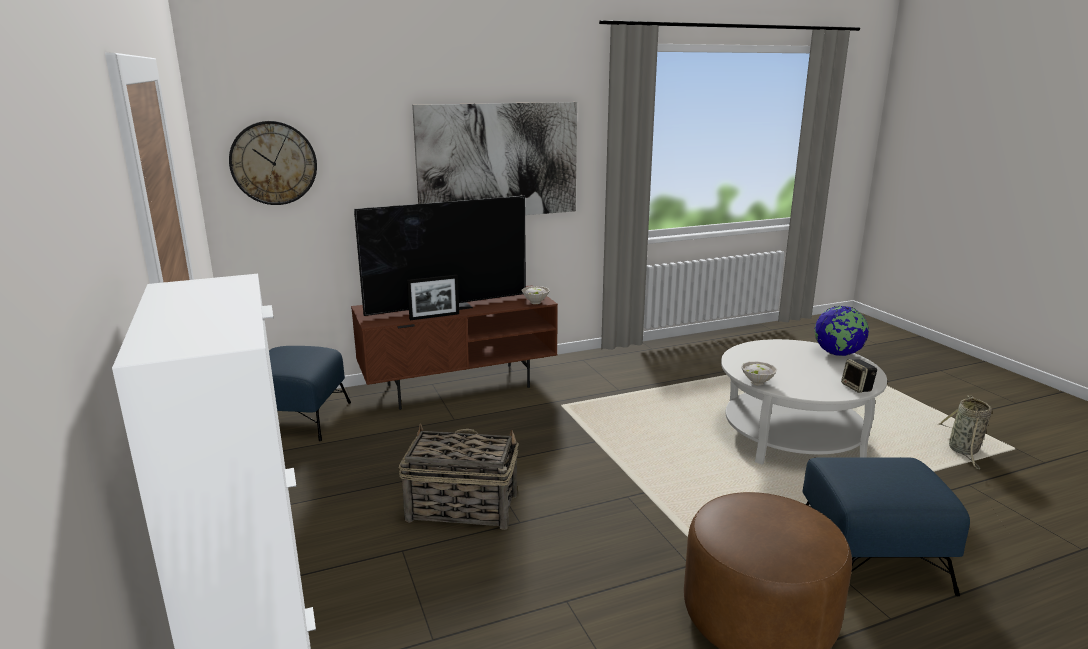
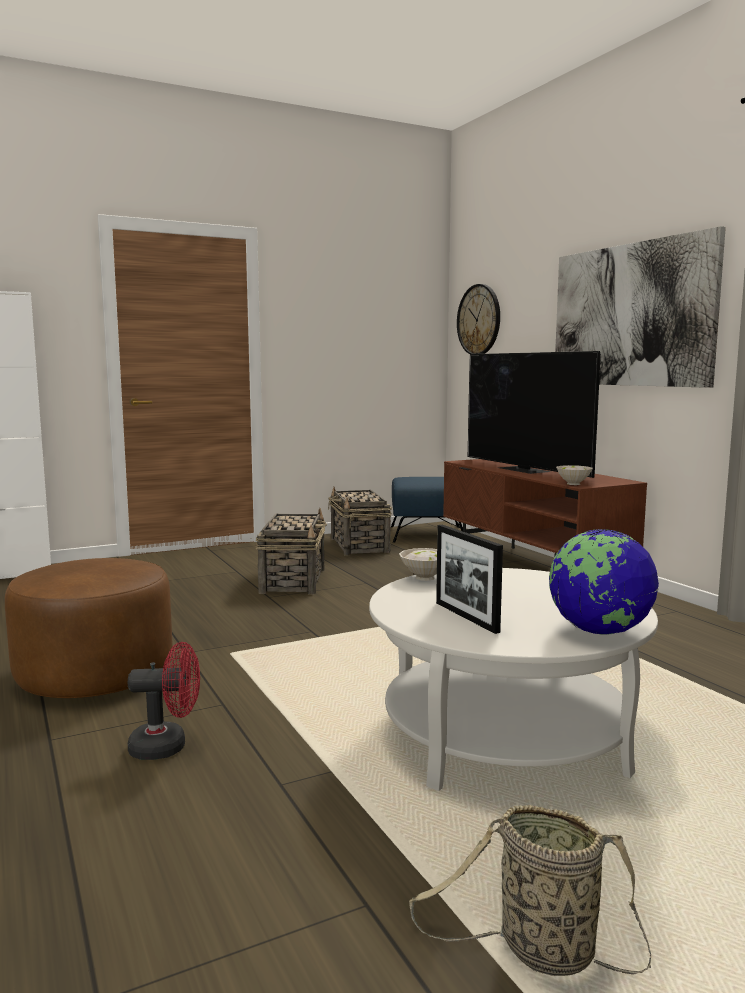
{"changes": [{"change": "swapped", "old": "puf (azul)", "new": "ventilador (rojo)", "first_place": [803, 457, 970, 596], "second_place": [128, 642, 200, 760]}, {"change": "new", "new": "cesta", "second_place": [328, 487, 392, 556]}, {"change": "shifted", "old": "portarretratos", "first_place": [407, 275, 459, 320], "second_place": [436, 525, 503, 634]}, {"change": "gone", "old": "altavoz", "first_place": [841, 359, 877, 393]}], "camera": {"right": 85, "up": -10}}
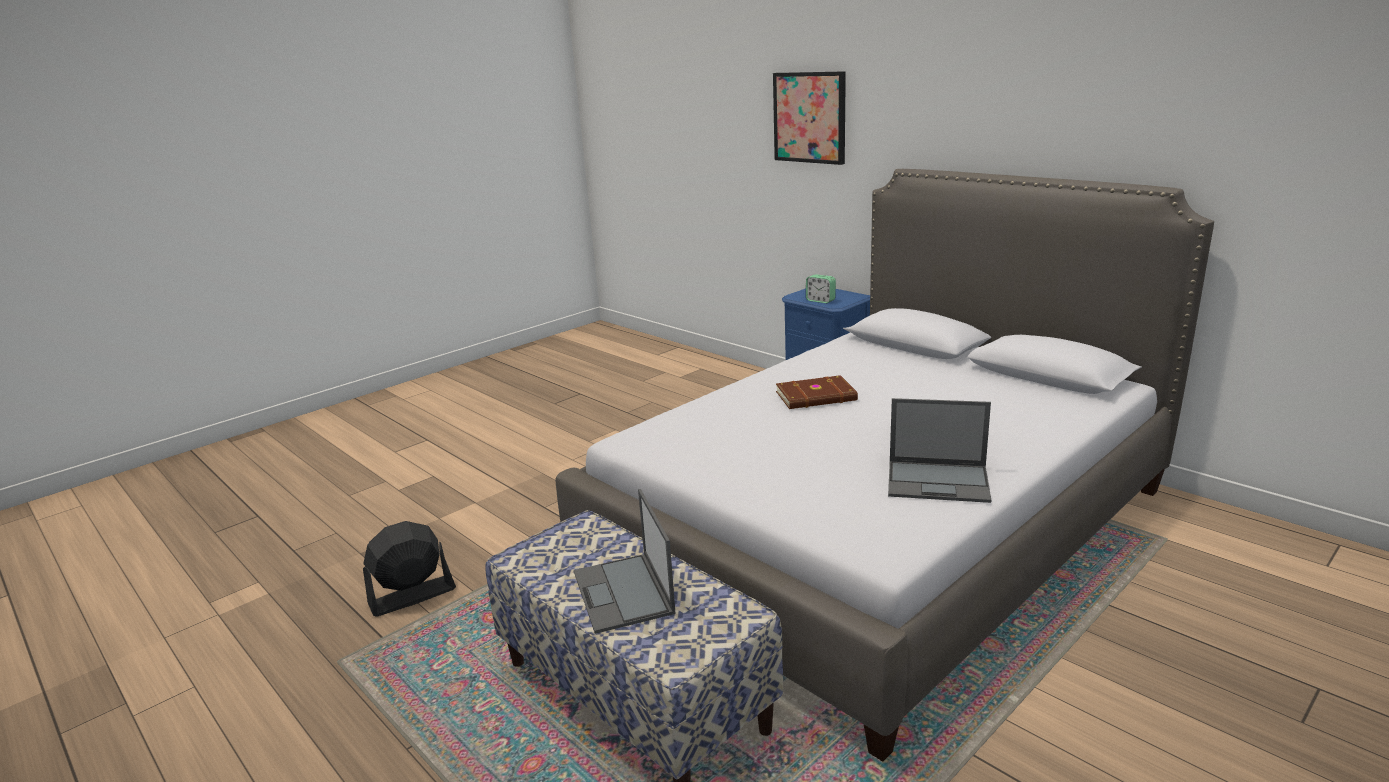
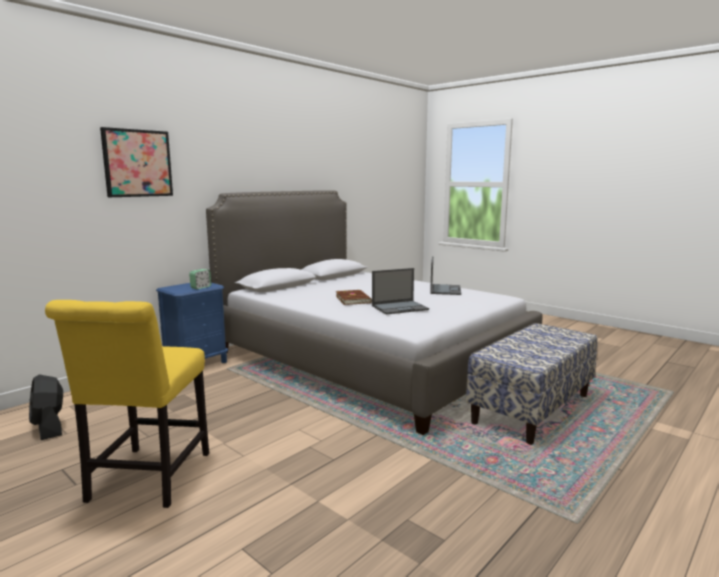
{"changes": [{"change": "shifted", "old": "ventilador (negro)", "first_place": [363, 521, 456, 616], "second_place": [29, 374, 63, 440]}, {"change": "new", "new": "silla (amarillo)", "second_place": [45, 300, 209, 508]}, {"change": "shifted", "old": "portátil", "first_place": [574, 489, 675, 634], "second_place": [372, 268, 429, 315]}], "camera": {"right": -95, "up": -10}}
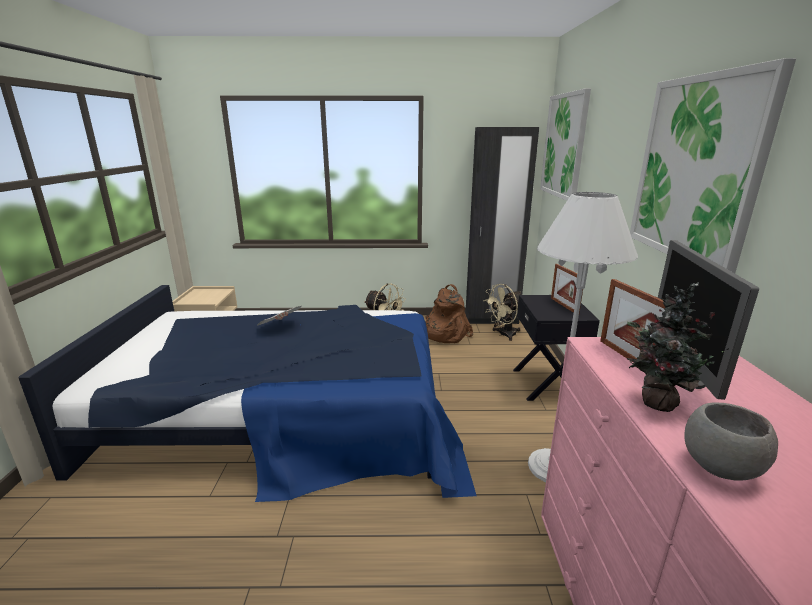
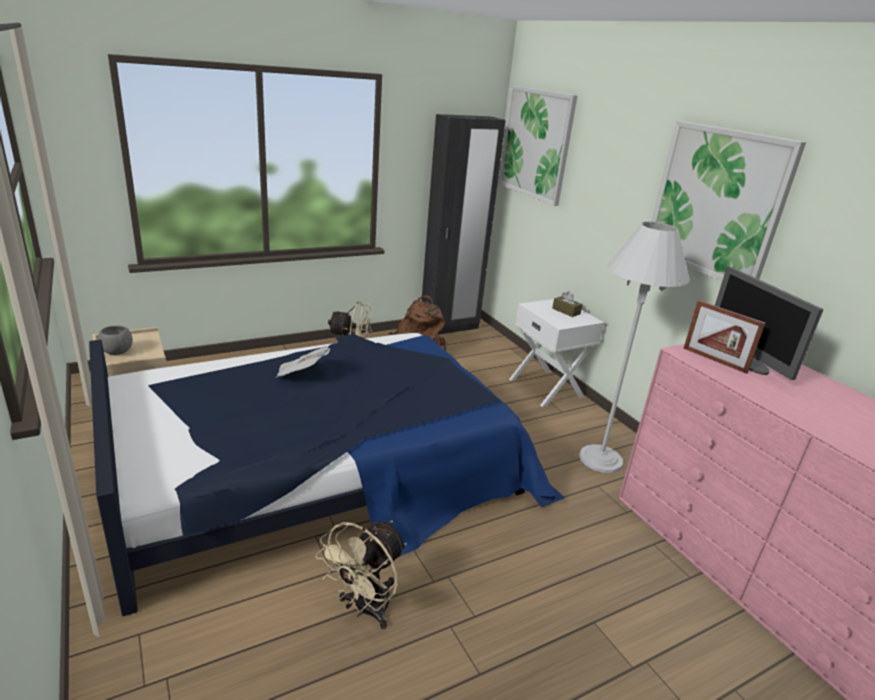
{"changes": [{"change": "shifted", "old": "cuenco (gris)", "first_place": [684, 402, 778, 481], "second_place": [98, 325, 133, 355]}, {"change": "shifted", "old": "ventilador (beis)", "first_place": [483, 284, 522, 341], "second_place": [315, 521, 407, 629]}, {"change": "repainted", "old": "mesita de noche (negro)", "new": "mesita de noche (blanco)", "first_place": [513, 295, 600, 401], "second_place": [509, 299, 604, 407]}, {"change": "swapped", "old": "portarretratos", "new": "caja de pañuelos (marrón)", "first_place": [551, 264, 583, 313], "second_place": [552, 291, 583, 317]}, {"change": "gone", "old": "planta en maceta", "first_place": [627, 282, 729, 412]}], "camera": {"right": -30, "up": 5}}
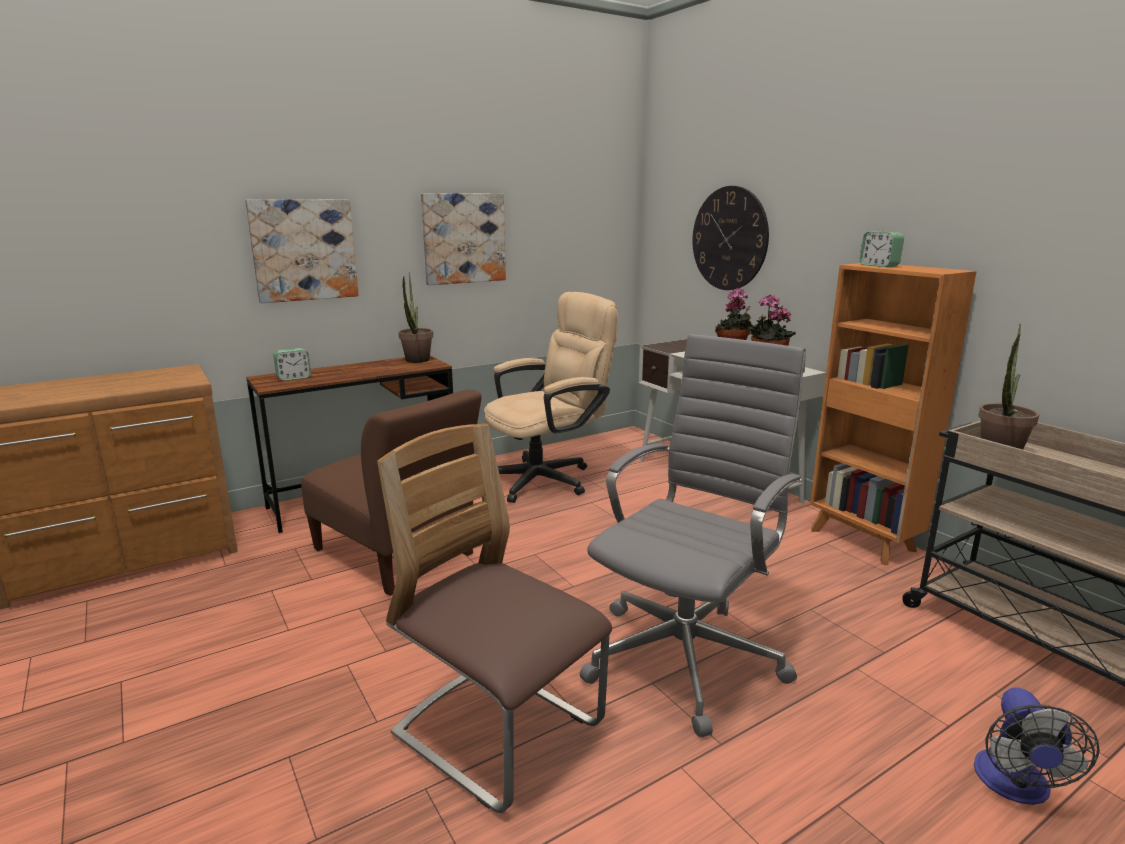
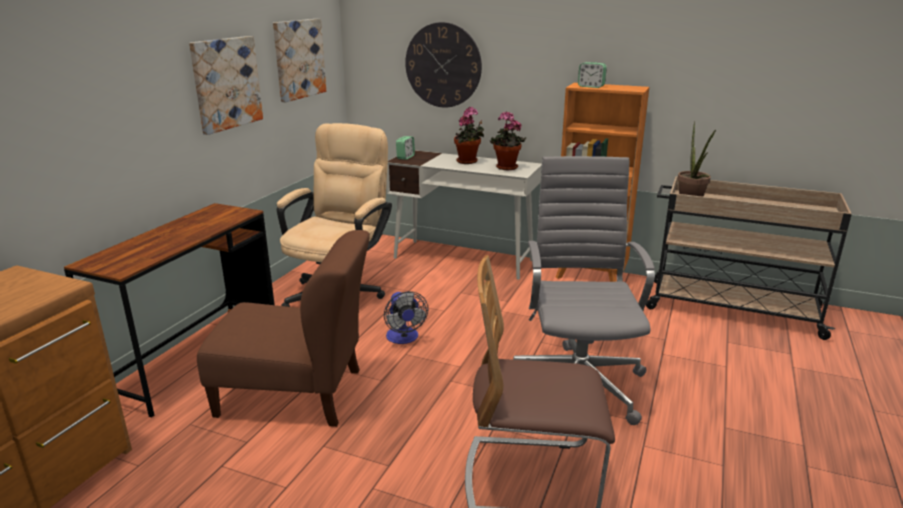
{"changes": [{"change": "shifted", "old": "cuadro", "first_place": [245, 199, 359, 303], "second_place": [273, 19, 326, 102]}, {"change": "shifted", "old": "ventilador", "first_place": [974, 687, 1100, 805], "second_place": [384, 291, 429, 344]}, {"change": "shifted", "old": "despertador", "first_place": [273, 348, 311, 381], "second_place": [396, 136, 415, 160]}, {"change": "gone", "old": "planta en maceta", "first_place": [399, 272, 433, 363]}], "camera": {"right": -35, "up": 5}}
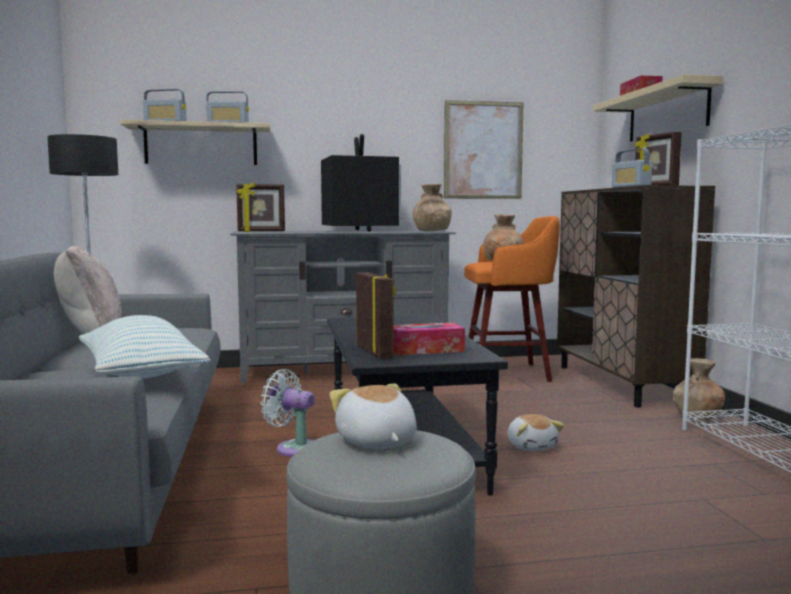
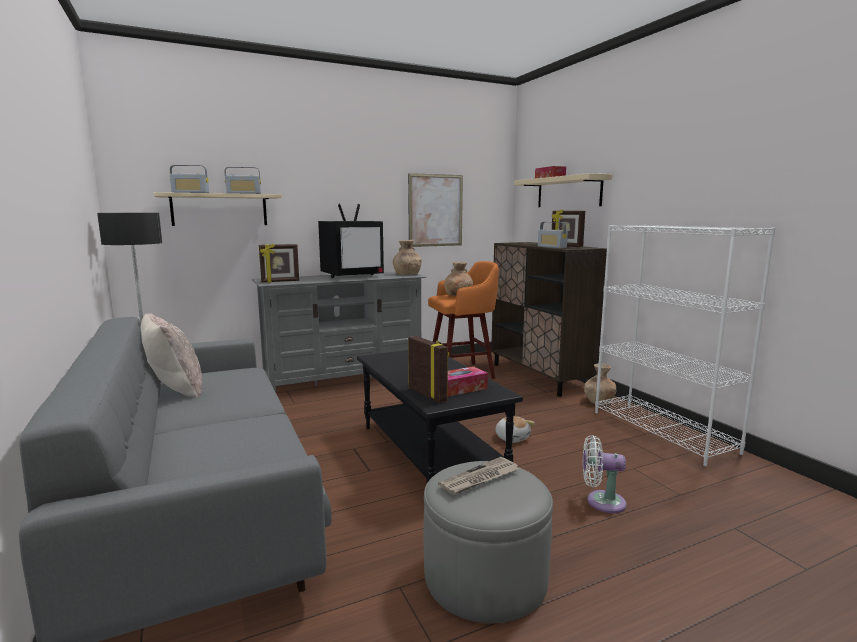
{"changes": [{"change": "rotated", "old": "televisor", "first_place": [321, 134, 401, 232], "second_place": [318, 204, 384, 278], "degrees": 90}, {"change": "swapped", "old": "peluche", "new": "periódico", "first_place": [329, 384, 417, 449], "second_place": [438, 457, 519, 496]}, {"change": "shifted", "old": "ventilador (blanco)", "first_place": [260, 369, 315, 457], "second_place": [583, 435, 627, 513]}, {"change": "gone", "old": "cojín", "first_place": [79, 315, 210, 379]}], "camera": {"right": -15, "up": 5}}
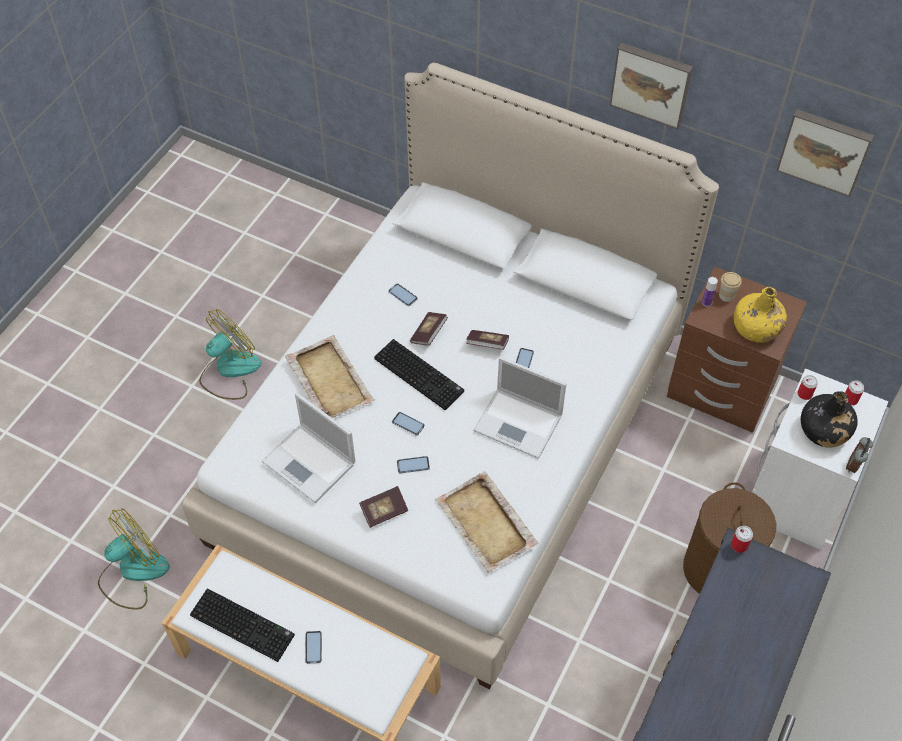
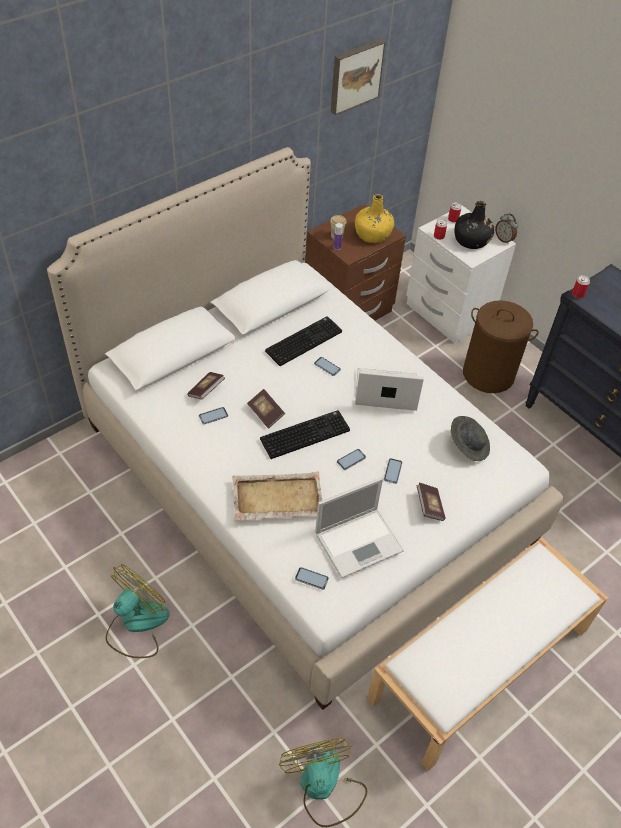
{"changes": [{"change": "rotated", "old": "ventilador", "first_place": [199, 309, 261, 400], "second_place": [106, 564, 170, 658], "degrees": 60}, {"change": "shifted", "old": "libro", "first_place": [466, 330, 509, 350], "second_place": [187, 372, 225, 399]}, {"change": "shifted", "old": "teclado", "first_place": [190, 588, 295, 662], "second_place": [265, 316, 342, 366]}, {"change": "shifted", "old": "móvil", "first_place": [305, 631, 322, 664], "second_place": [295, 567, 329, 590]}, {"change": "rotated", "old": "portátil", "first_place": [473, 357, 567, 459], "second_place": [355, 368, 424, 411], "degrees": -135}, {"change": "swapped", "old": "bandeja (beis)", "new": "sombrero (gris)", "first_place": [435, 471, 538, 573], "second_place": [451, 416, 490, 461]}, {"change": "gone", "old": "cuadro", "first_place": [610, 42, 693, 129]}], "camera": {"right": -70, "up": -5}}
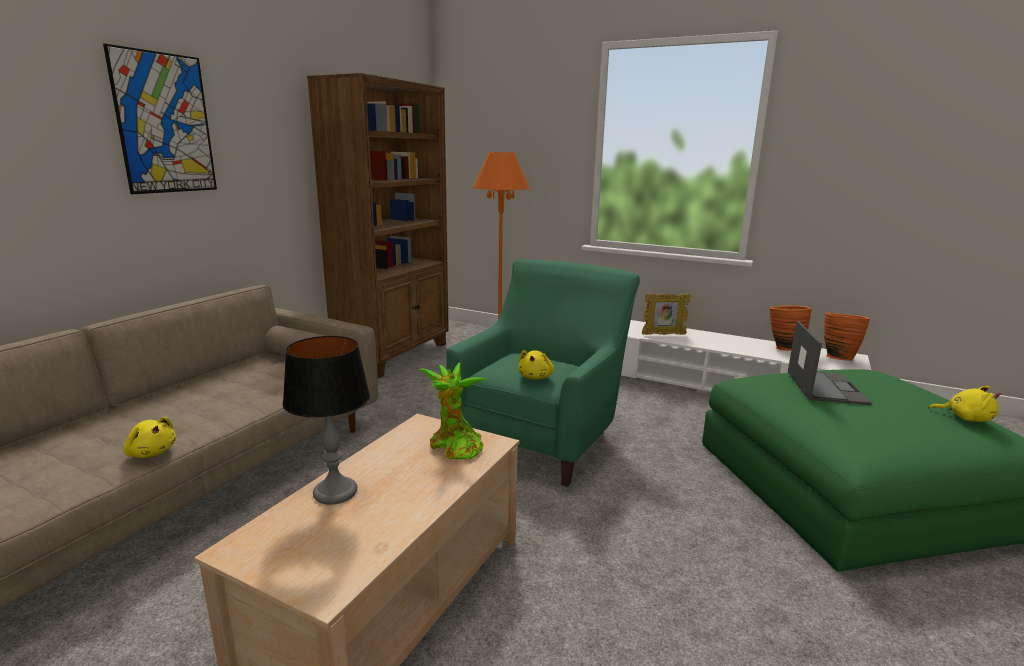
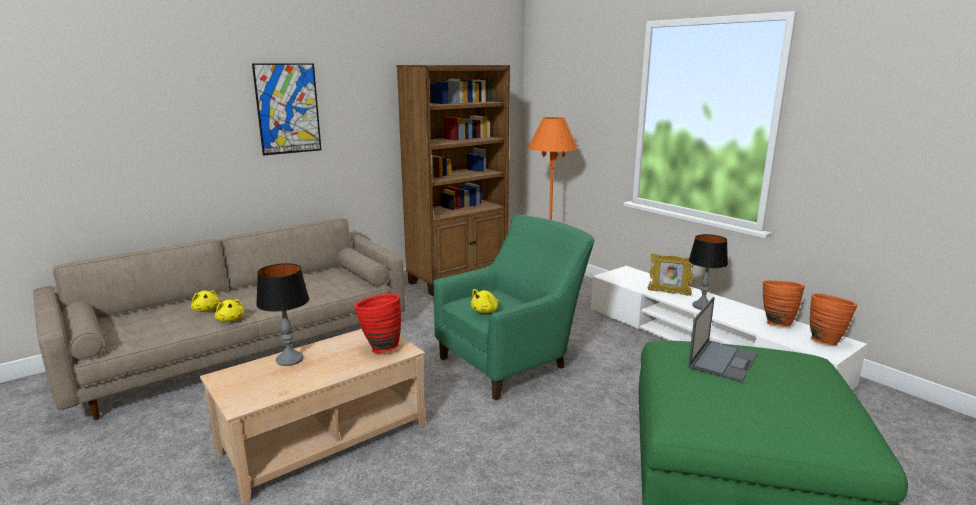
{"changes": [{"change": "shifted", "old": "peluche (amarillo)", "first_place": [929, 386, 1001, 422], "second_place": [191, 290, 219, 312]}, {"change": "swapped", "old": "planta en maceta", "new": "florero (rojo)", "first_place": [419, 362, 486, 460], "second_place": [354, 294, 401, 353]}, {"change": "new", "new": "lámpara de mesa", "second_place": [689, 234, 728, 310]}], "camera": {"right": 25, "up": 0}}
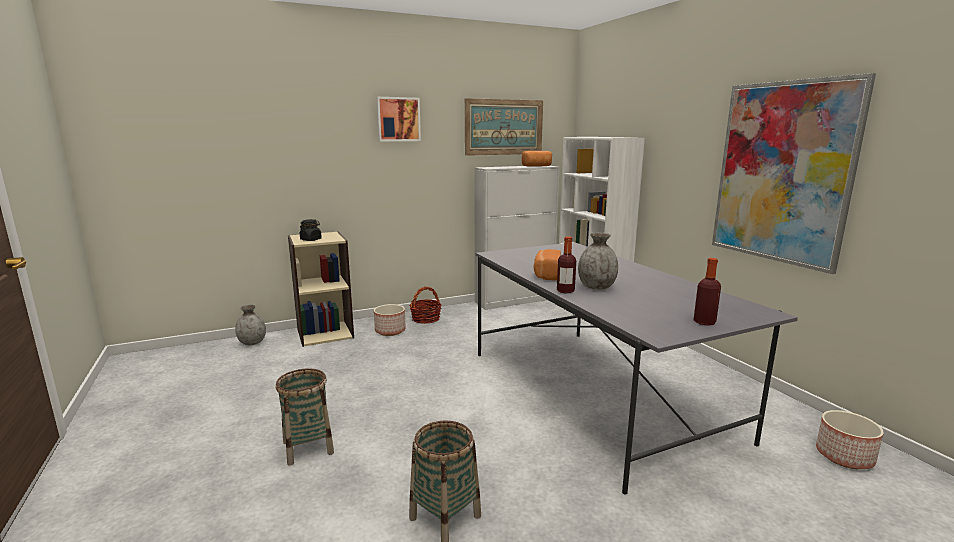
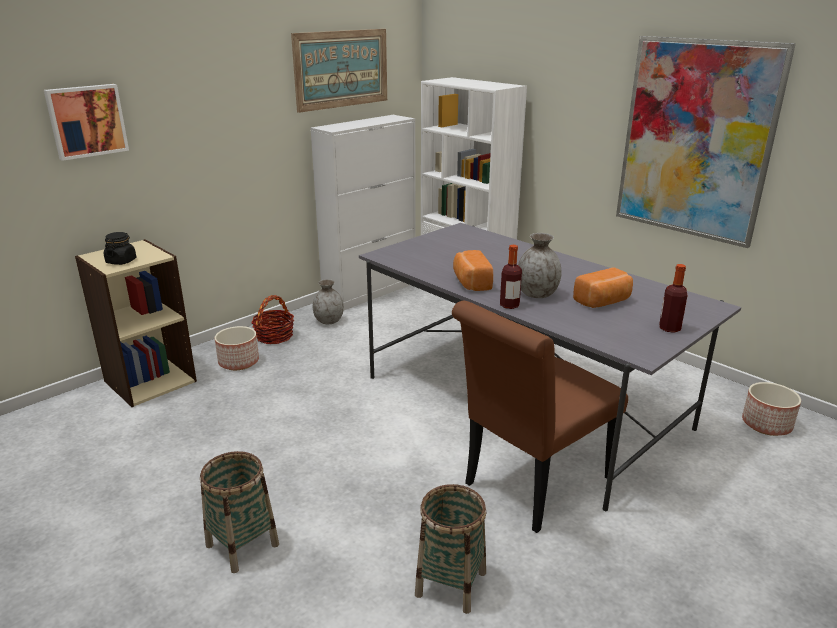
{"changes": [{"change": "shifted", "old": "cuadro", "first_place": [376, 97, 421, 141], "second_place": [44, 84, 129, 161]}, {"change": "shifted", "old": "florero (gris)", "first_place": [235, 304, 266, 345], "second_place": [313, 279, 344, 324]}, {"change": "new", "new": "silla (marrón)", "second_place": [452, 301, 628, 533]}, {"change": "shifted", "old": "pan", "first_place": [522, 151, 552, 166], "second_place": [573, 268, 633, 308]}], "camera": {"right": -20, "up": 10}}
